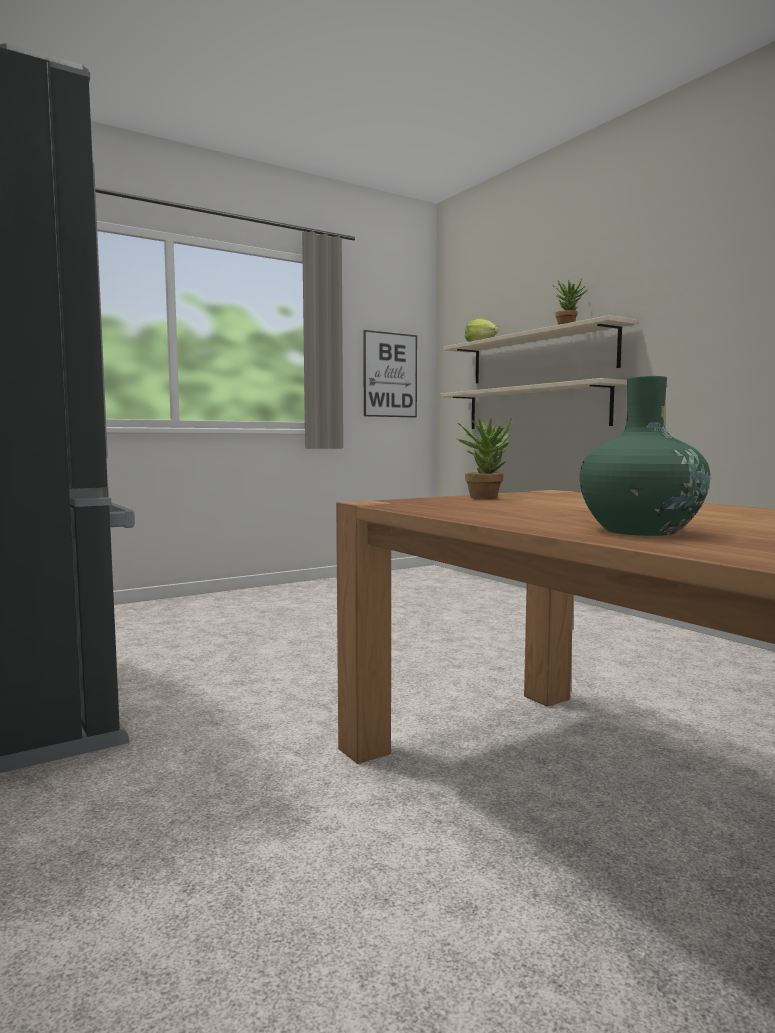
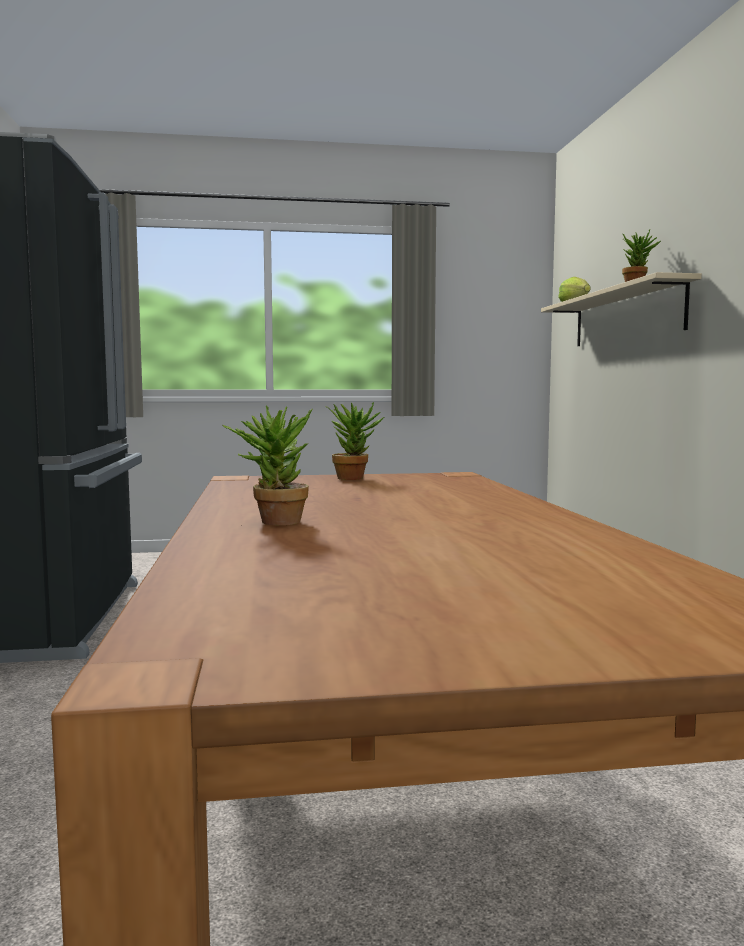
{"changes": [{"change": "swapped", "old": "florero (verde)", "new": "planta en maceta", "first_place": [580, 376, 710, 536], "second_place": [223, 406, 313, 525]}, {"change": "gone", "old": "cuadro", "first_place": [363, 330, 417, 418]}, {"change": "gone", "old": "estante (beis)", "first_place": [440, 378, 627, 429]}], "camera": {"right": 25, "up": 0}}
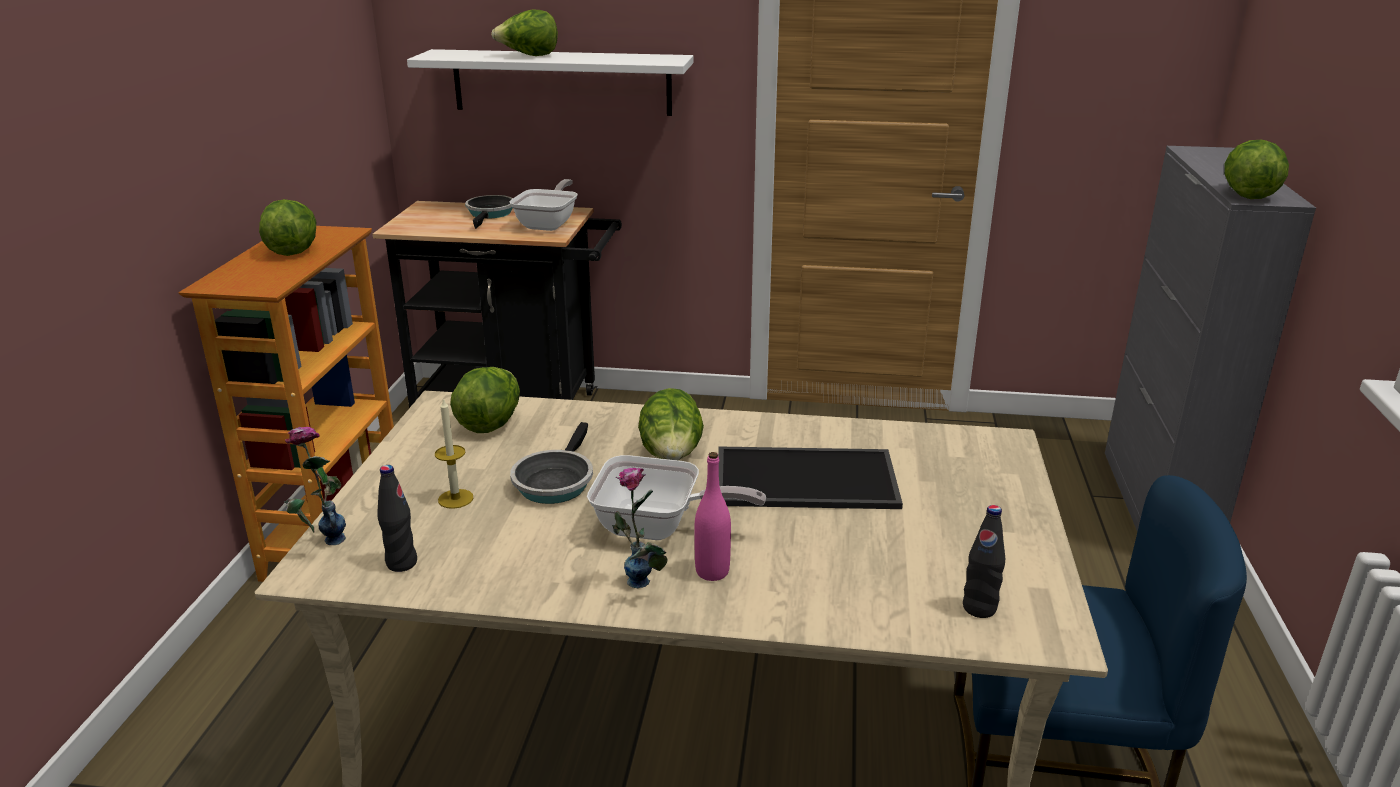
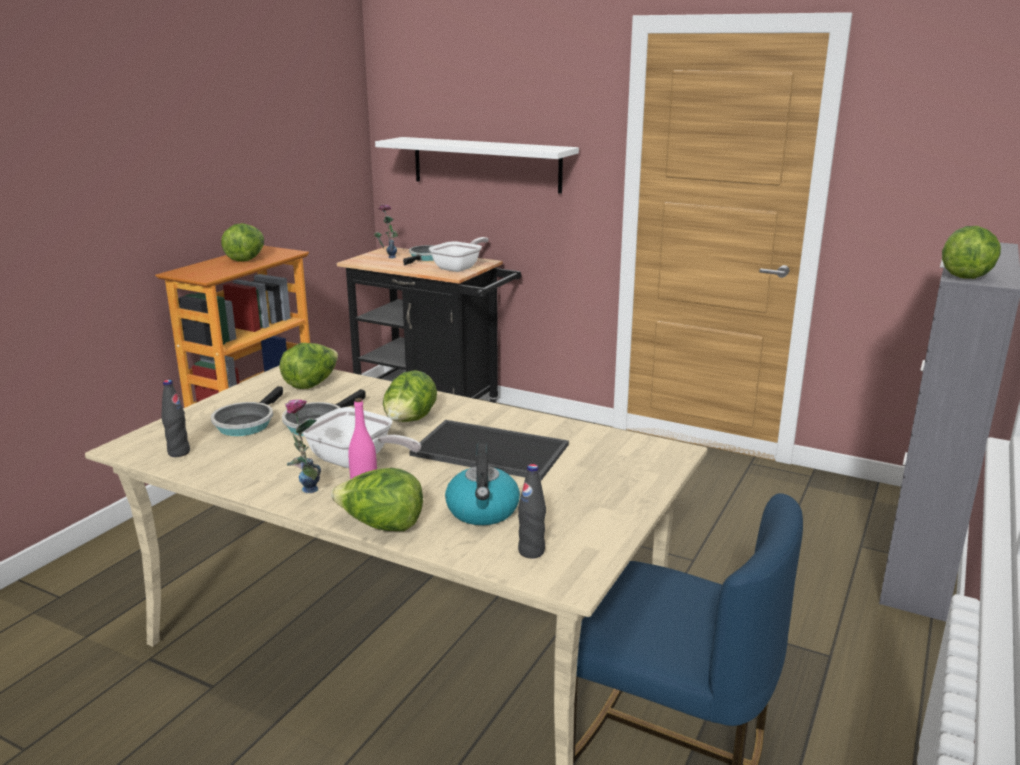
{"changes": [{"change": "swapped", "old": "vela", "new": "sartén", "first_place": [435, 398, 473, 509], "second_place": [211, 386, 283, 436]}, {"change": "shifted", "old": "lechuga", "first_place": [491, 9, 558, 56], "second_place": [331, 468, 423, 531]}, {"change": "shifted", "old": "florero", "first_place": [284, 427, 346, 545], "second_place": [374, 204, 398, 258]}, {"change": "new", "new": "hervidor", "second_place": [445, 443, 520, 525]}], "camera": {"right": 20, "up": -5}}
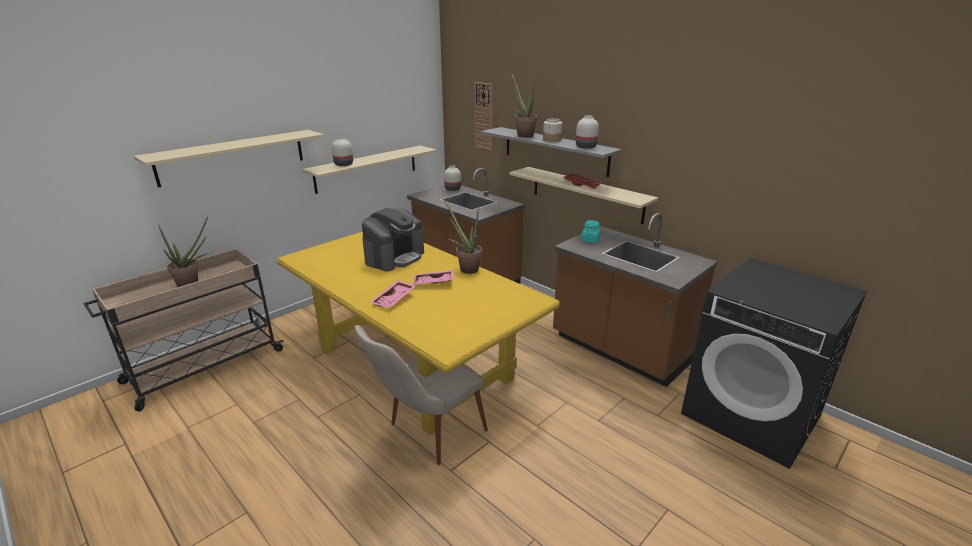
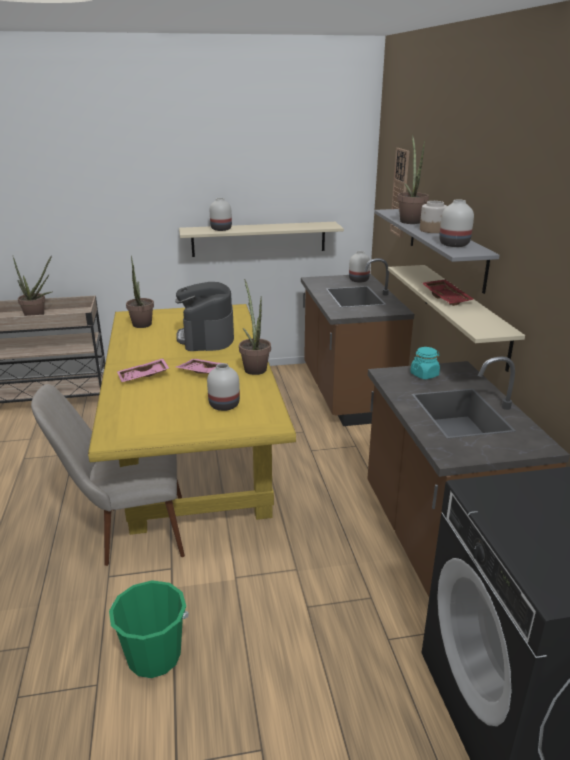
{"changes": [{"change": "new", "new": "cubo (verde)", "second_place": [109, 580, 189, 678]}, {"change": "new", "new": "planta en maceta", "second_place": [126, 256, 154, 328]}, {"change": "rotated", "old": "cafetera", "first_place": [362, 208, 424, 271], "second_place": [175, 282, 234, 351], "degrees": 105}, {"change": "new", "new": "florero (blanco)", "second_place": [207, 363, 240, 411]}, {"change": "gone", "old": "estante (beis)", "first_place": [134, 130, 324, 187]}], "camera": {"right": 35, "up": 0}}
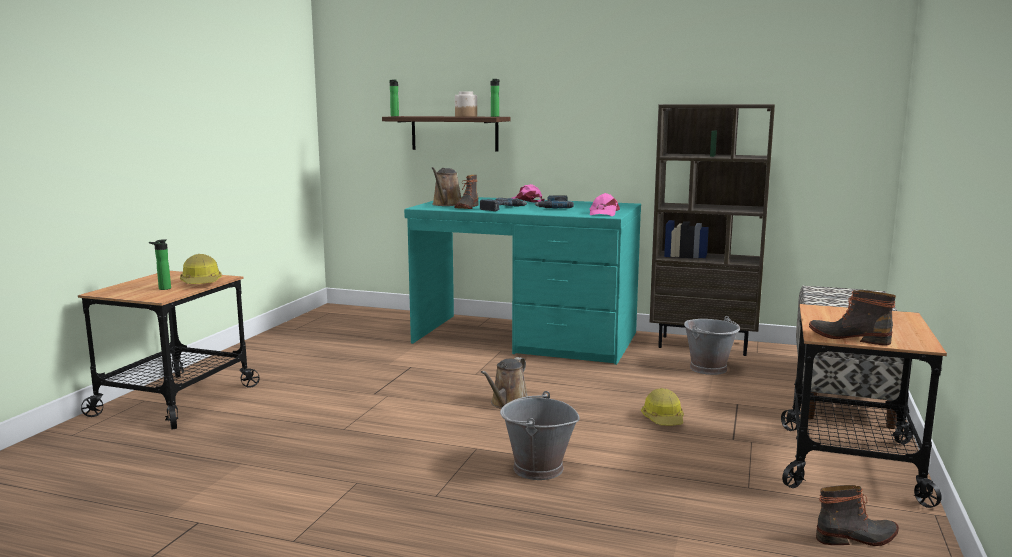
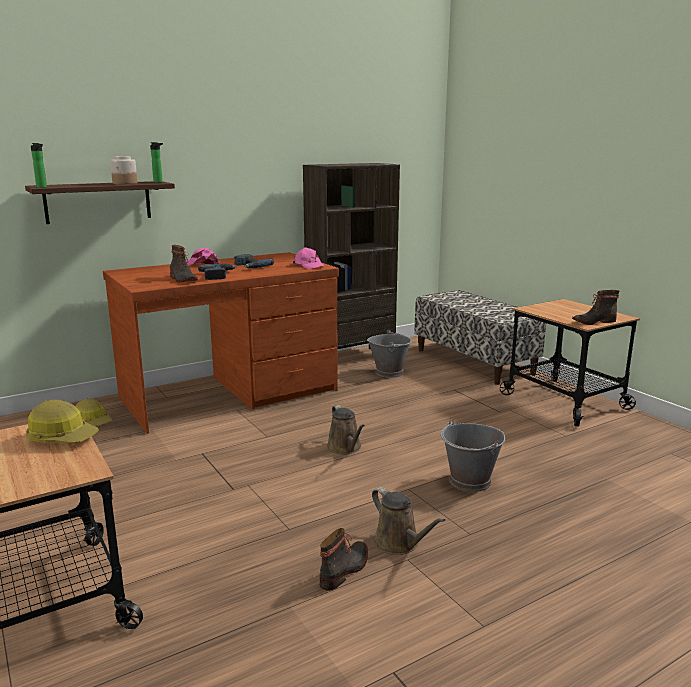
{"changes": [{"change": "shifted", "old": "casco", "first_place": [641, 388, 684, 425], "second_place": [75, 398, 112, 426]}, {"change": "repainted", "old": "escritorio (turquesa)", "new": "escritorio (marrón)", "first_place": [404, 197, 641, 365], "second_place": [103, 252, 339, 434]}, {"change": "shifted", "old": "bota", "first_place": [816, 485, 899, 546], "second_place": [319, 528, 368, 591]}, {"change": "shifted", "old": "regadera (marrón)", "first_place": [431, 167, 462, 206], "second_place": [372, 487, 446, 555]}, {"change": "gone", "old": "botella", "first_place": [149, 239, 171, 290]}], "camera": {"right": -50, "up": 5}}
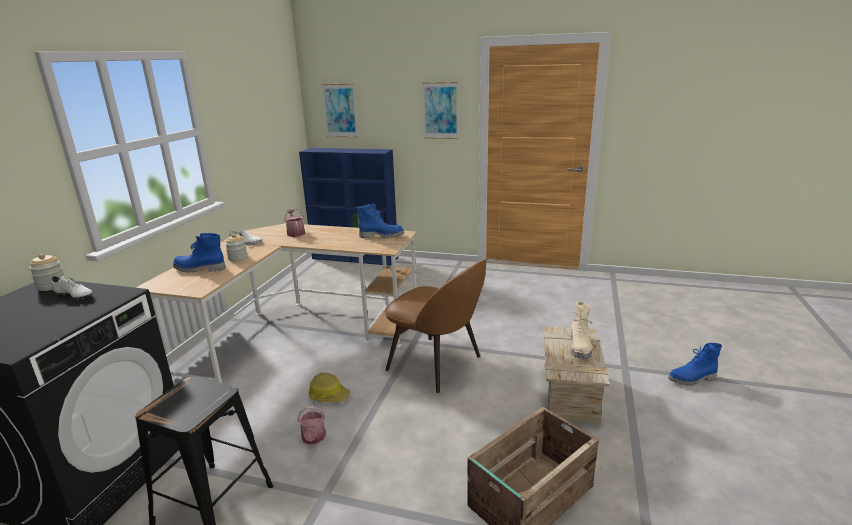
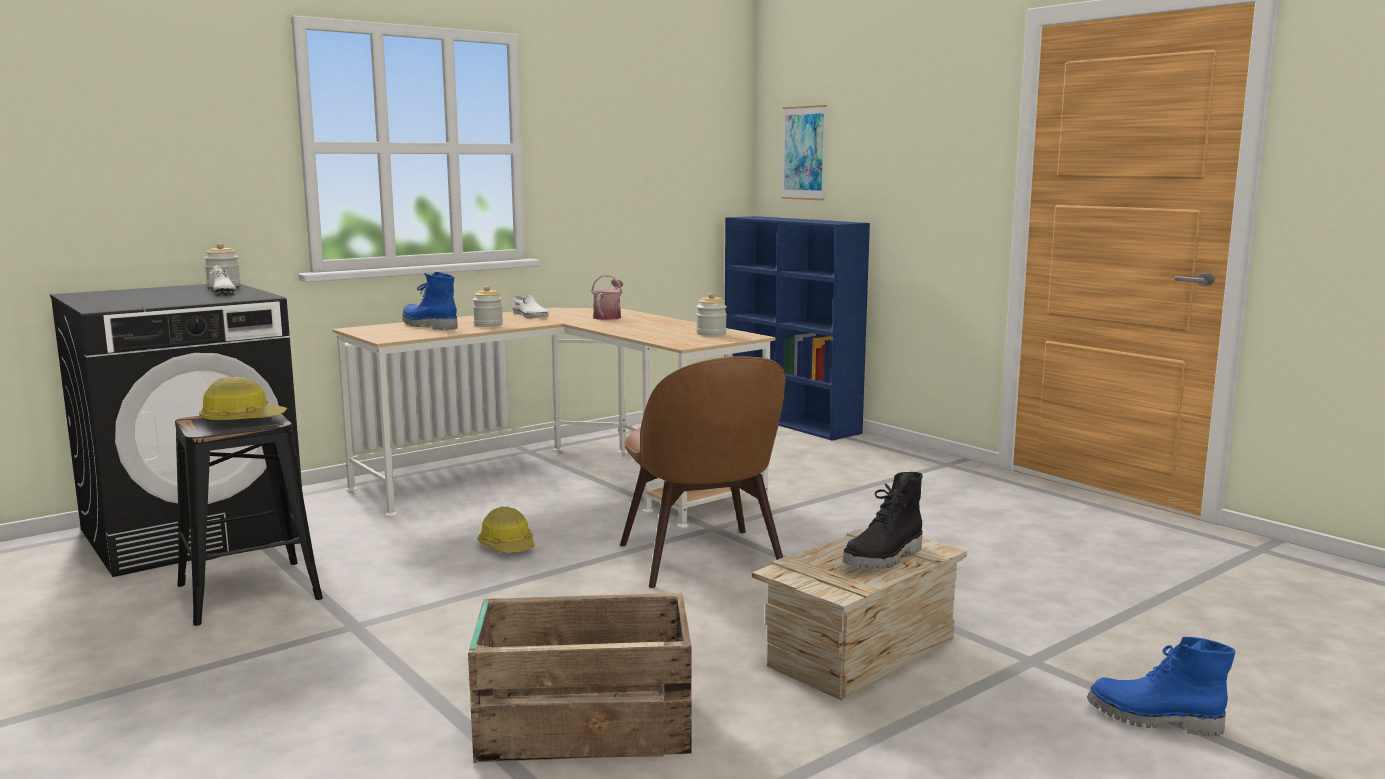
{"changes": [{"change": "new", "new": "casco", "second_place": [199, 377, 287, 423]}, {"change": "swapped", "old": "bota (azul)", "new": "tarro", "first_place": [357, 203, 404, 239], "second_place": [696, 293, 727, 336]}, {"change": "repainted", "old": "bota (beis)", "new": "bota (negro)", "first_place": [571, 301, 593, 359], "second_place": [842, 472, 923, 569]}, {"change": "gone", "old": "regadera", "first_place": [298, 406, 326, 444]}, {"change": "gone", "old": "cuadro", "first_place": [423, 82, 458, 139]}], "camera": {"right": 35, "up": -10}}
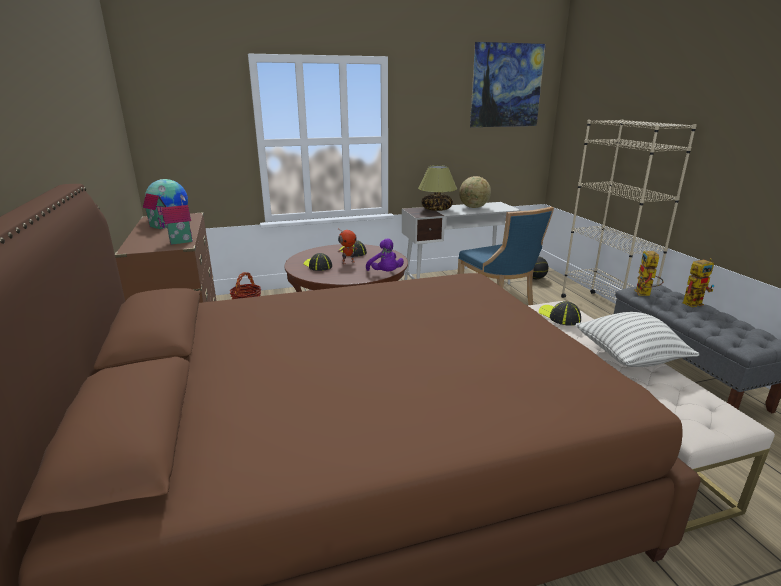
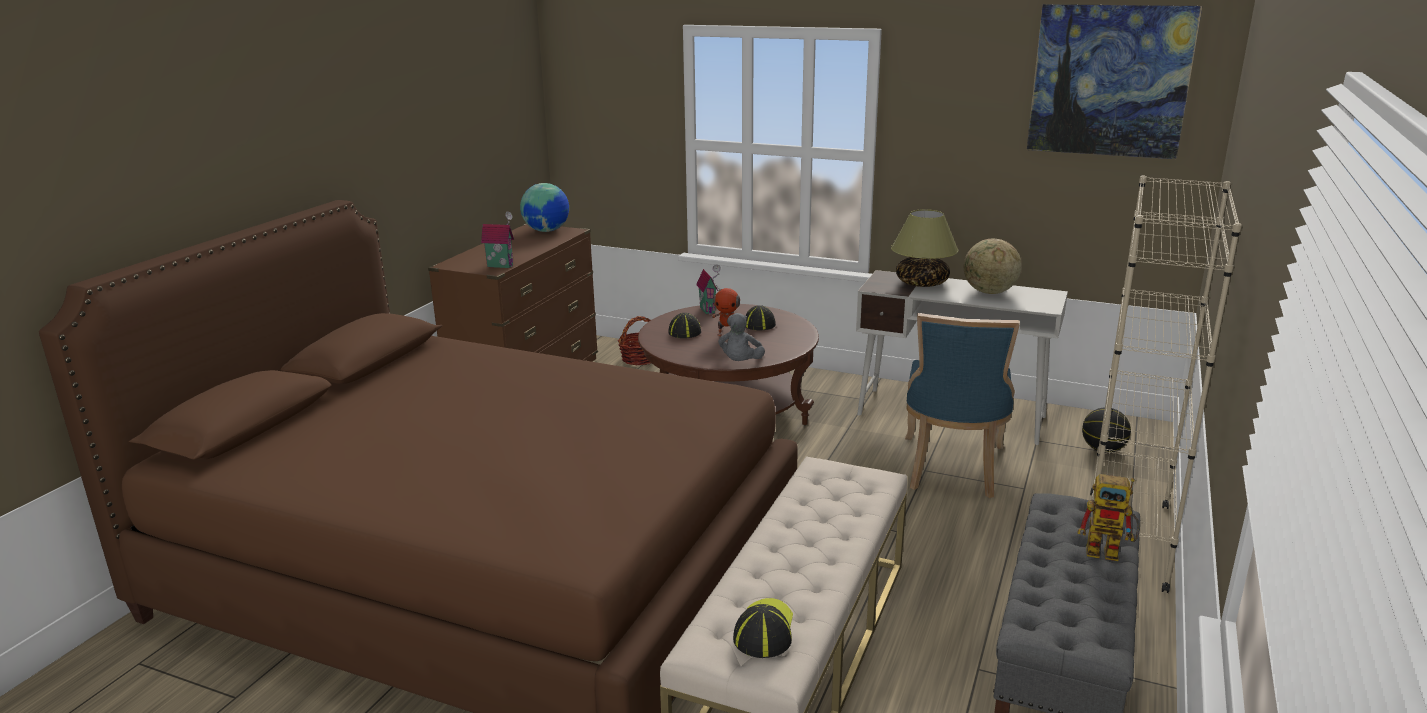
{"changes": [{"change": "shifted", "old": "casita", "first_place": [143, 185, 167, 229], "second_place": [696, 264, 721, 314]}, {"change": "repainted", "old": "peluche (morado)", "new": "peluche (gris)", "first_place": [366, 238, 404, 272], "second_place": [718, 313, 765, 361]}, {"change": "shifted", "old": "gorra", "first_place": [539, 301, 581, 326], "second_place": [733, 598, 793, 658]}, {"change": "gone", "old": "cojín", "first_place": [575, 312, 699, 367]}, {"change": "gone", "old": "robot de juguete", "first_place": [634, 251, 664, 296]}], "camera": {"right": 40, "up": 0}}
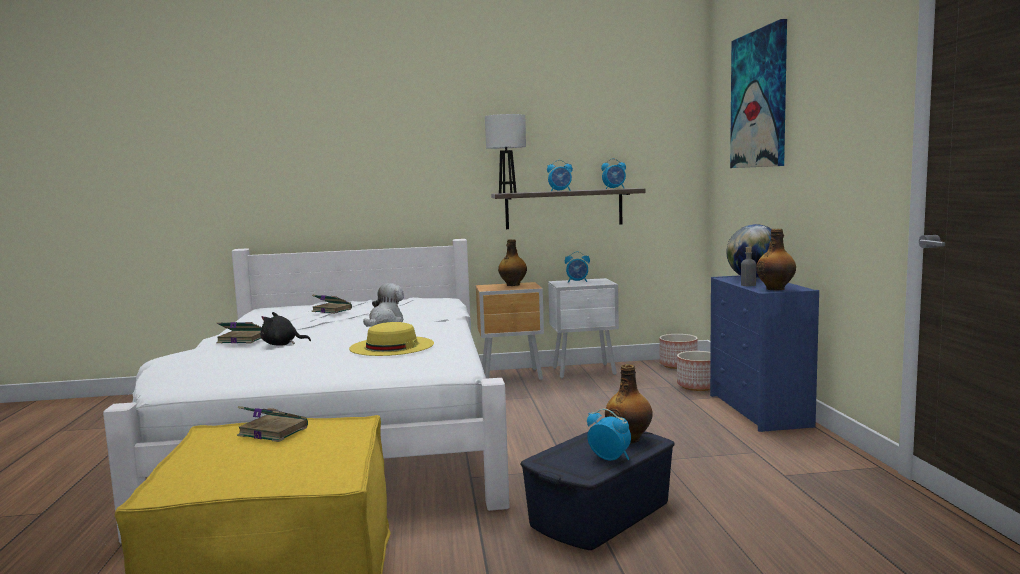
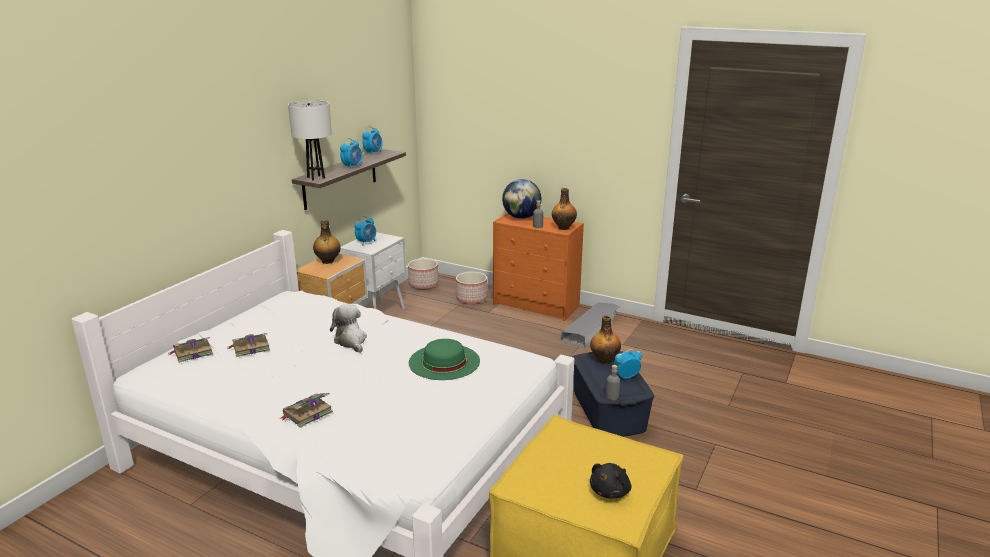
{"changes": [{"change": "shifted", "old": "libro", "first_place": [237, 406, 308, 442], "second_place": [169, 337, 213, 363]}, {"change": "repainted", "old": "sombrero (amarillo)", "new": "sombrero (verde)", "first_place": [349, 322, 434, 356], "second_place": [409, 339, 480, 380]}, {"change": "repainted", "old": "cómoda (azul)", "new": "cómoda (naranja)", "first_place": [710, 275, 819, 432], "second_place": [493, 213, 584, 321]}, {"change": "new", "new": "caja de almacenaje (gris)", "second_place": [561, 303, 620, 348]}, {"change": "shifted", "old": "peluche (negro)", "first_place": [260, 312, 311, 346], "second_place": [590, 463, 631, 498]}, {"change": "new", "new": "botella (gris)", "second_place": [606, 365, 620, 400]}, {"change": "gone", "old": "cuadro", "first_place": [730, 19, 787, 168]}], "camera": {"right": -55, "up": 15}}
